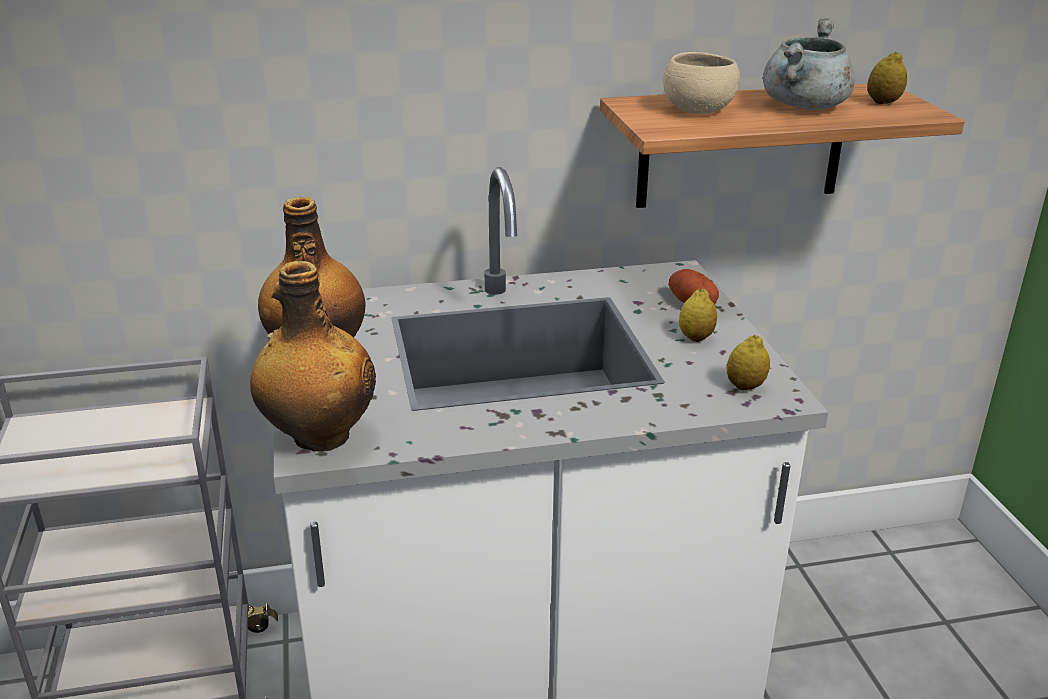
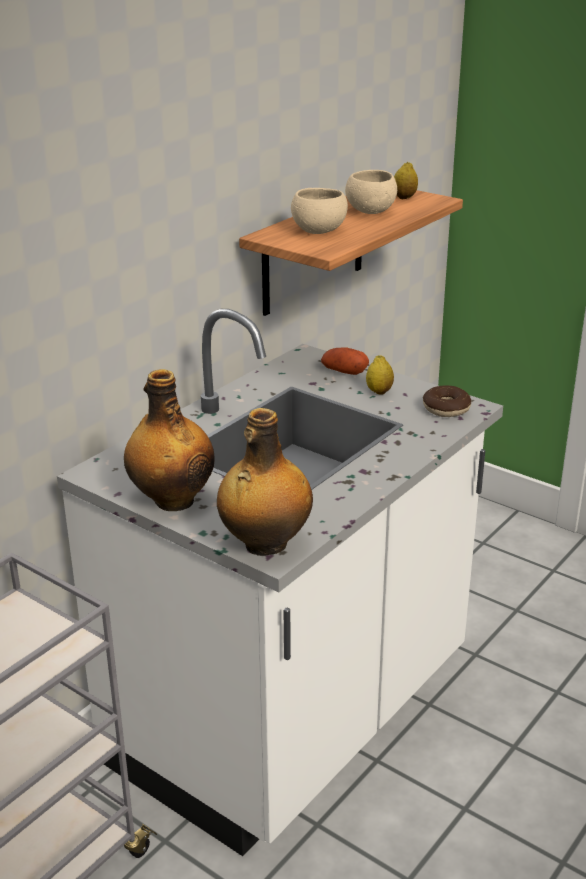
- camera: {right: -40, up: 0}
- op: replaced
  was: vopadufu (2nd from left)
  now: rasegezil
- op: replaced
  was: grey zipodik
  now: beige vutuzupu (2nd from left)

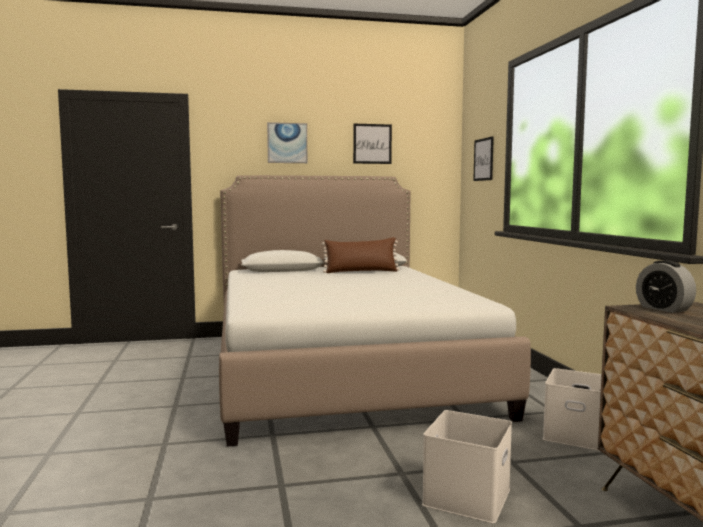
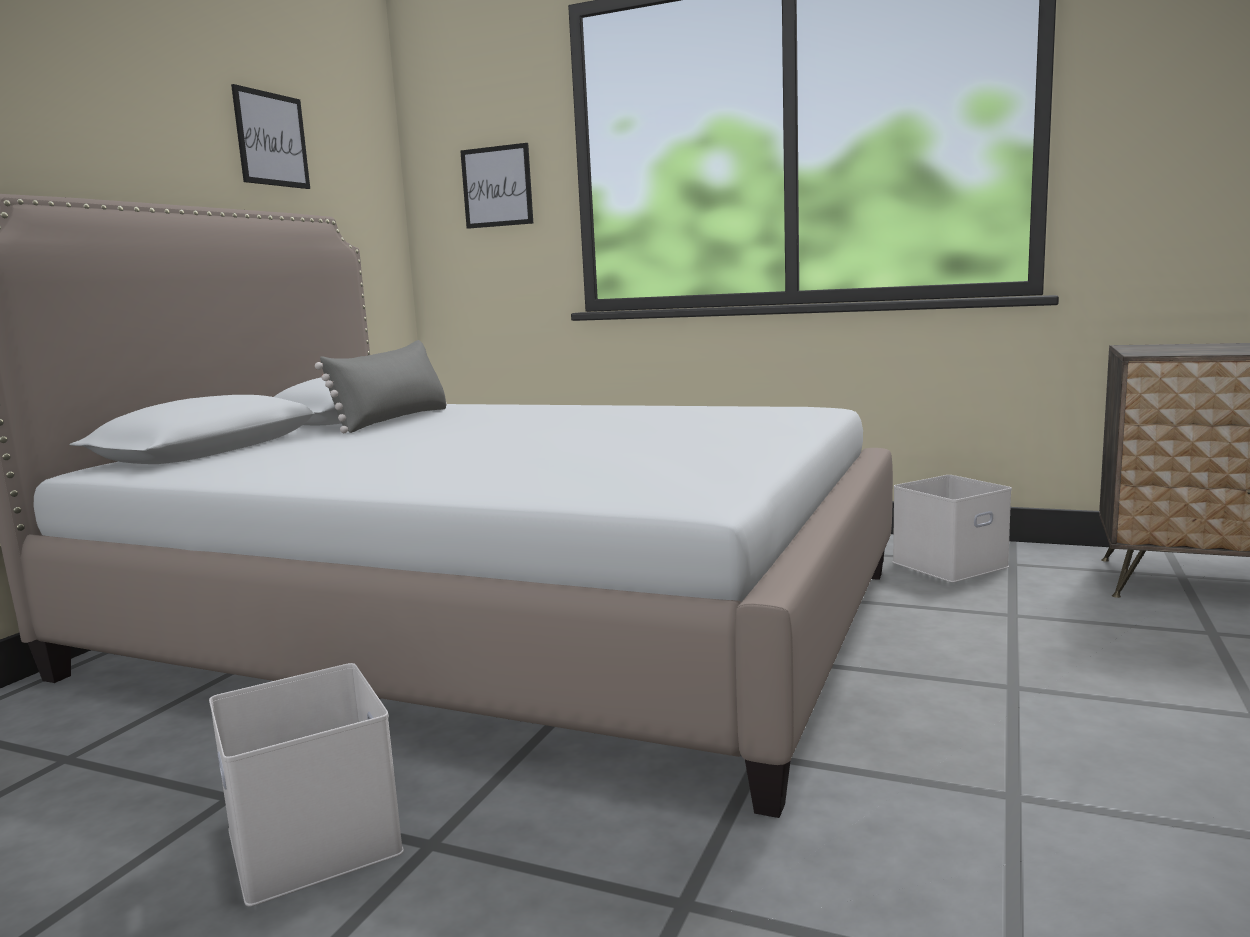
- camera: {right: -55, up: 5}
- op: removed
  was: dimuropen (1st from left)
- op: recoloured
  was: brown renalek
  now: grey renalek
- op: moved
  was: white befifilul (1st from left)
- op: removed
  was: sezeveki

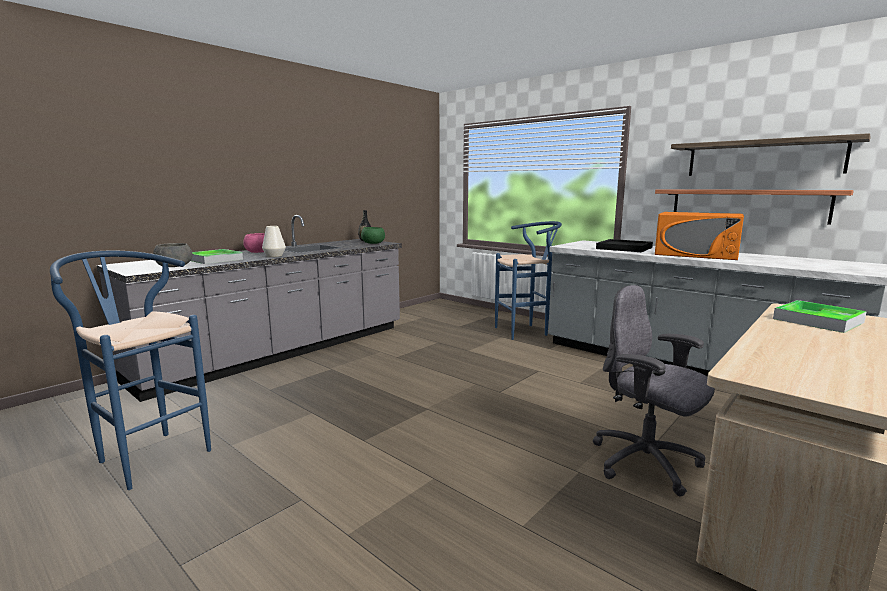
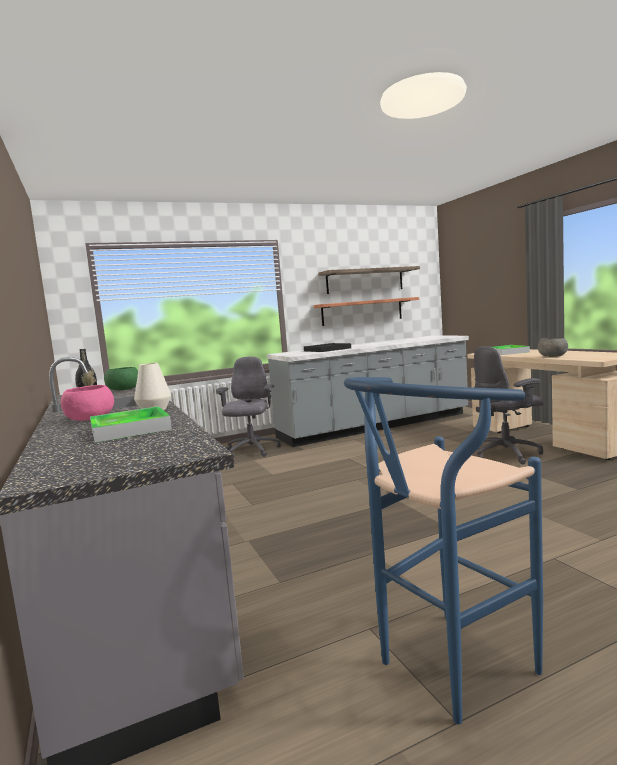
- camera: {right: -65, up: -5}
- op: moved
  was: grey vutuzupu
- op: replaced
  was: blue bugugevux (2nd from left)
  now: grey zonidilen (1st from left)
- op: removed
  was: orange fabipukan

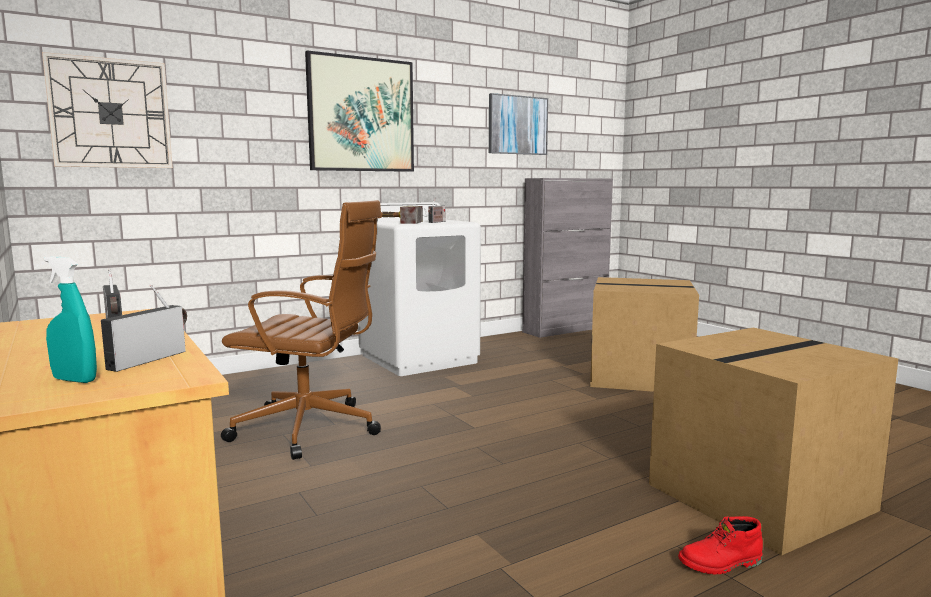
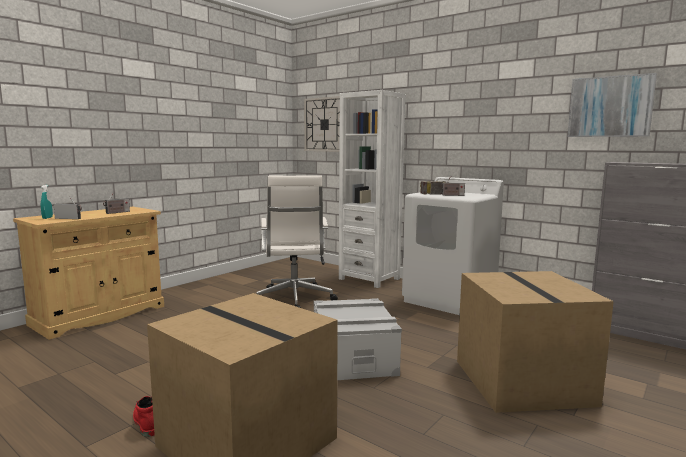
- camera: {right: 70, up: 0}
- op: recoloured
  was: brown zonidilen
  now: white zonidilen
- op: removed
  was: dimuropen (1st from left)
- op: added
  now: grey befifilul
- op: added
  now: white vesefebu

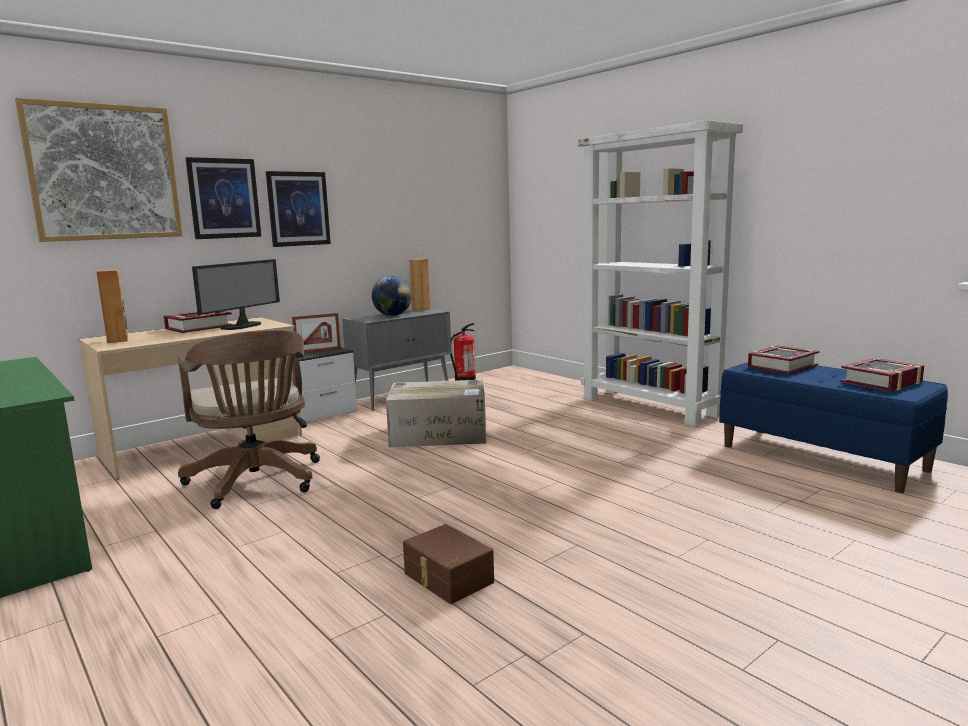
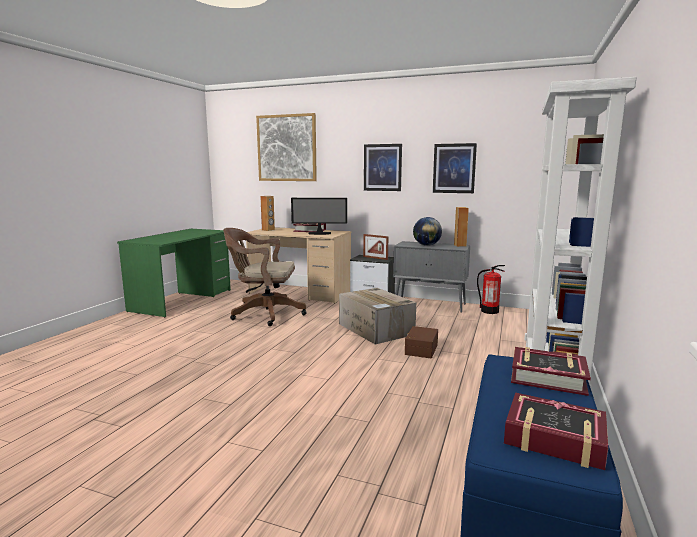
- camera: {right: 60, up: 0}
- op: turned
  was: brown zonidilen
  clockwise: 60
- op: moved
  was: dimuropen (2nd from left in the first image)
  now: dimuropen (3rd from left)
- op: moved
  was: brown befifilul

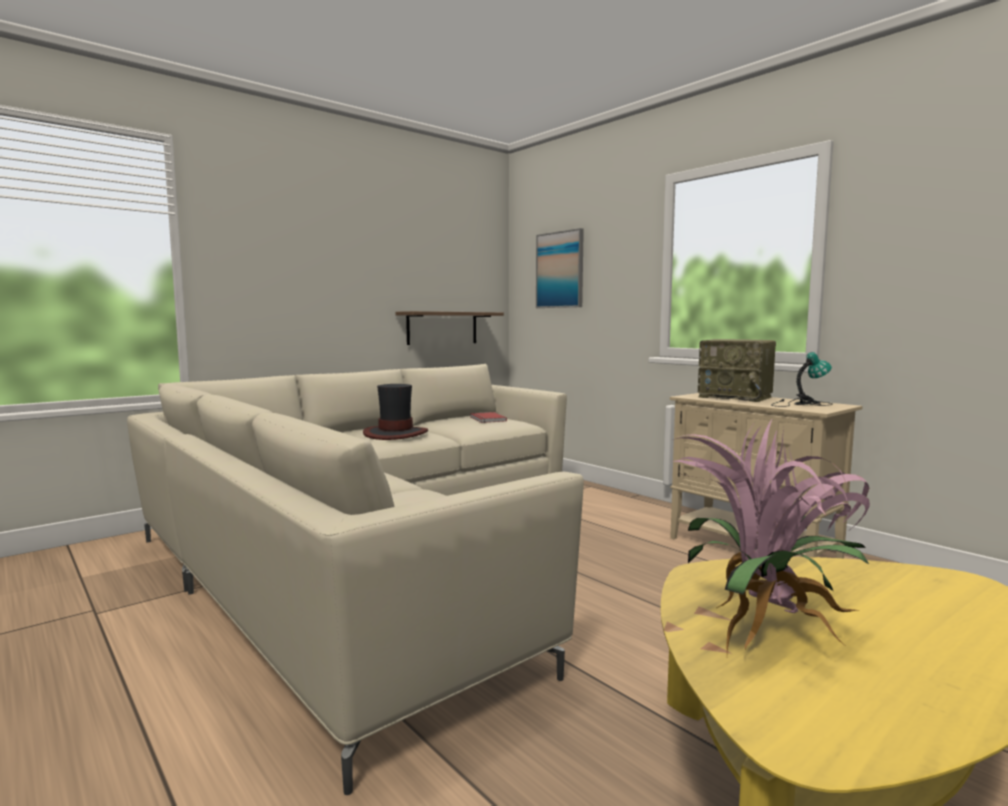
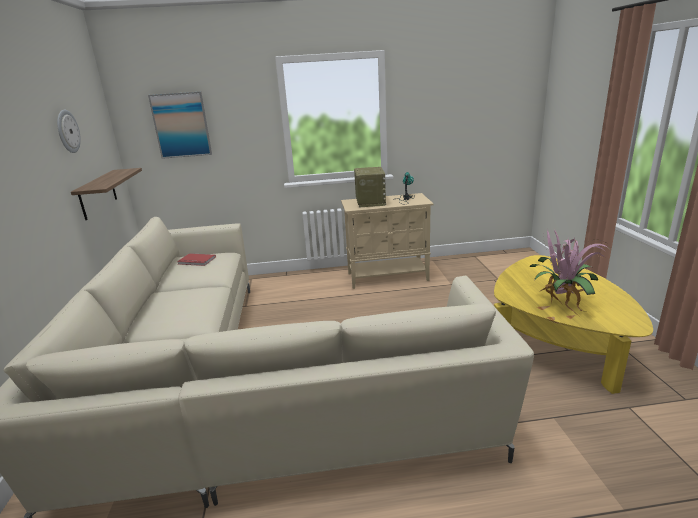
- camera: {right: -55, up: 15}
- op: removed
  was: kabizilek
- op: turned
  was: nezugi
  clockwise: -75
- op: added
  now: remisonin

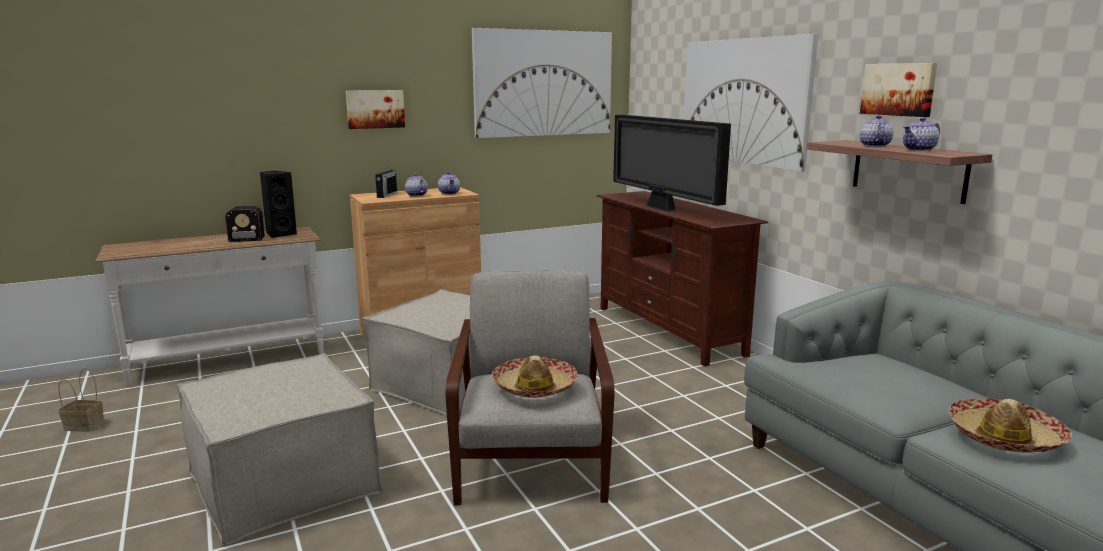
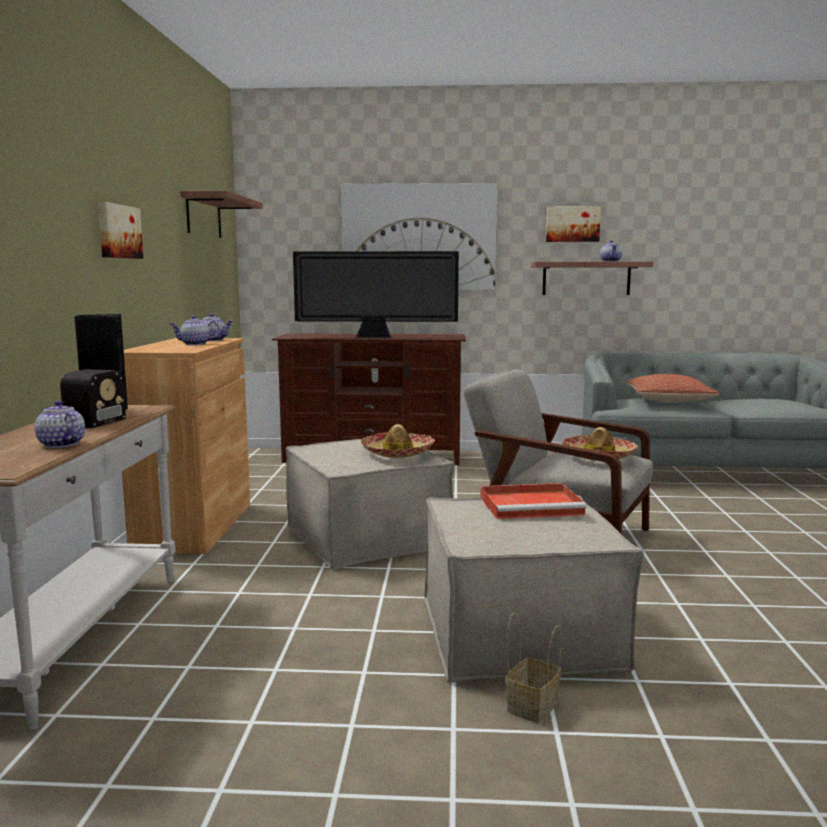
- camera: {right: -60, up: -5}
- op: moved
  was: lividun
- op: removed
  was: nezugi (2nd from left)
- op: replaced
  was: dimuropen (2nd from left)
  now: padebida (1st from left)
- op: moved
  was: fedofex (3rd from left in the first image)
  now: fedofex (1st from left)
- op: moved
  was: kabizilek (2nd from left in the first image)
  now: kabizilek (1st from left)
- op: added
  now: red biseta
- op: added
  now: renalek

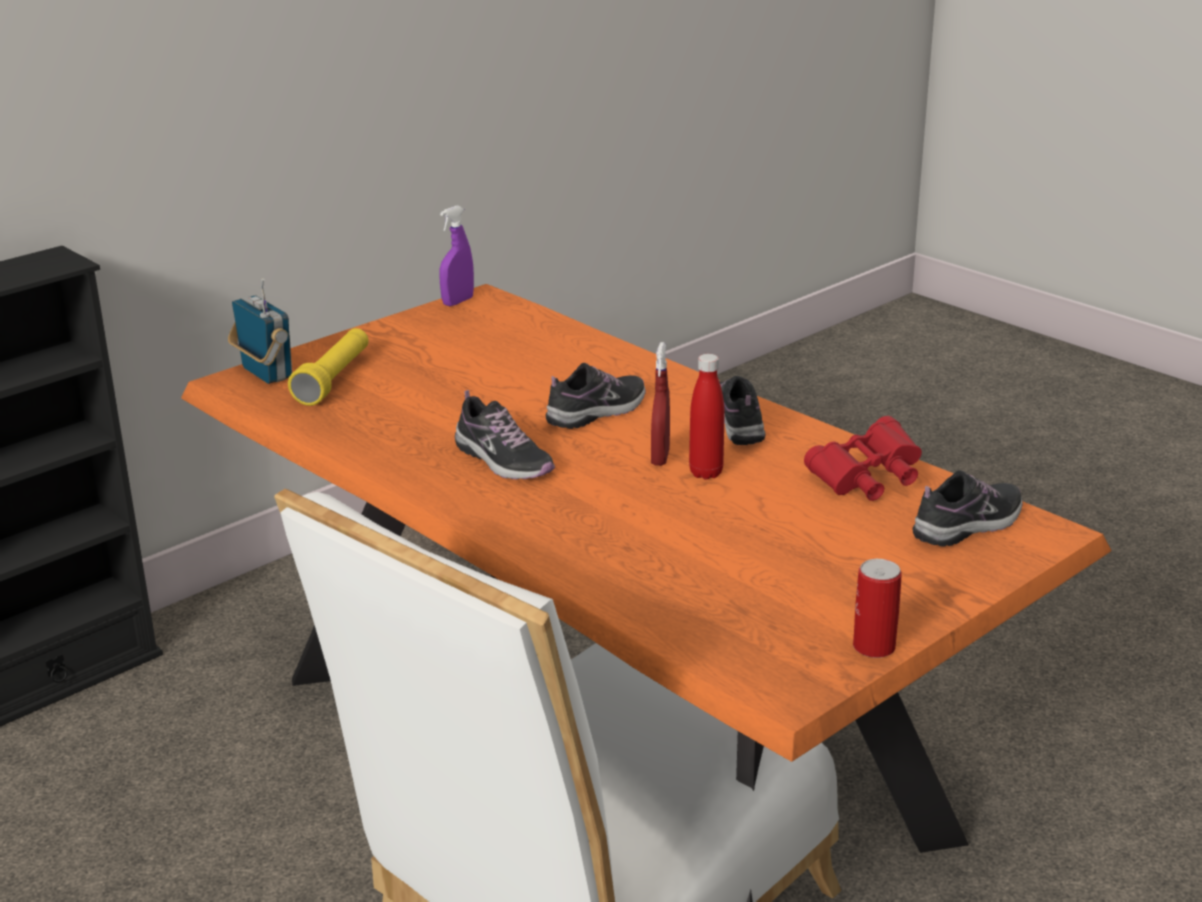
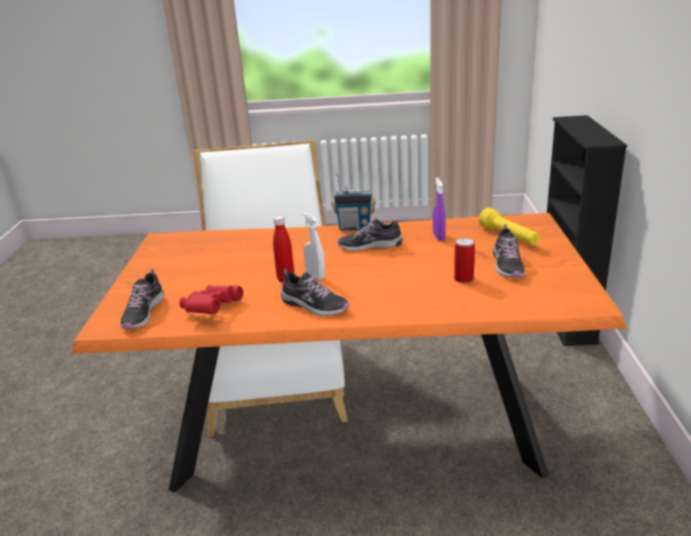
- camera: {right: 135, up: 0}
- op: moved
  was: nezugi
- op: moved
  was: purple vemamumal
- op: moved
  was: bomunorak (2nd from left in the first image)
  now: bomunorak (4th from left)
- op: recoloured
  was: red vemamumal
  now: white vemamumal
- op: moved
  was: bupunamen

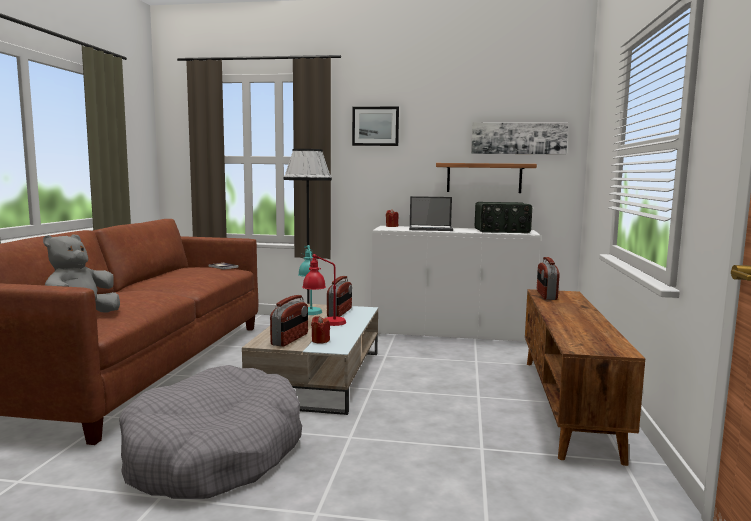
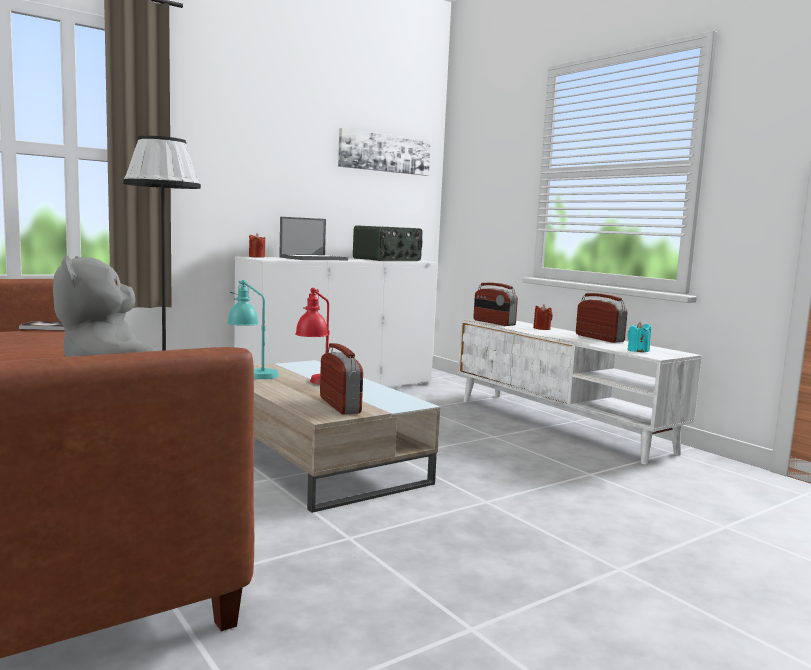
- camera: {right: -45, up: 0}
- op: removed
  was: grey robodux
- op: moved
  was: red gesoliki (1st from left in the first image)
  now: red gesoliki (2nd from left)
- op: moved
  was: nezugi (2nd from left in the first image)
  now: nezugi (4th from left)
- op: removed
  was: dimuropen (1st from left)
- op: removed
  was: padebida
- op: recoloured
  was: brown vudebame
  now: white vudebame
- op: added
  now: turquoise gesoliki

